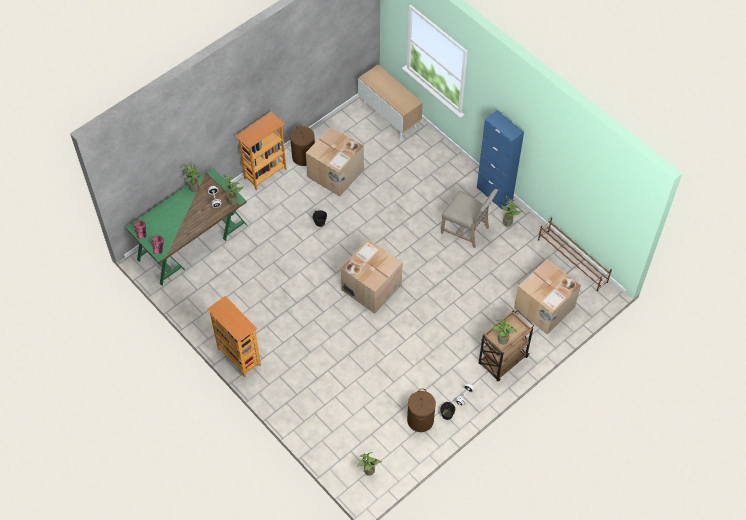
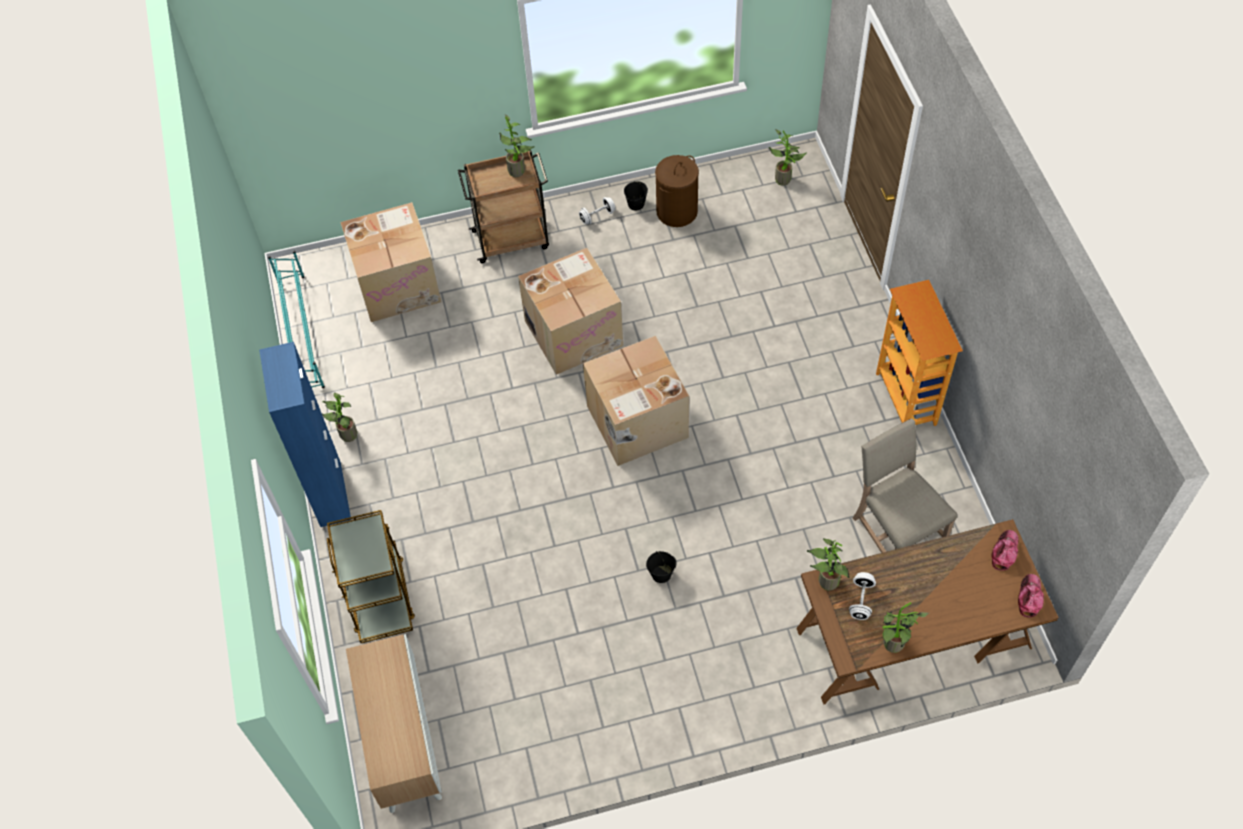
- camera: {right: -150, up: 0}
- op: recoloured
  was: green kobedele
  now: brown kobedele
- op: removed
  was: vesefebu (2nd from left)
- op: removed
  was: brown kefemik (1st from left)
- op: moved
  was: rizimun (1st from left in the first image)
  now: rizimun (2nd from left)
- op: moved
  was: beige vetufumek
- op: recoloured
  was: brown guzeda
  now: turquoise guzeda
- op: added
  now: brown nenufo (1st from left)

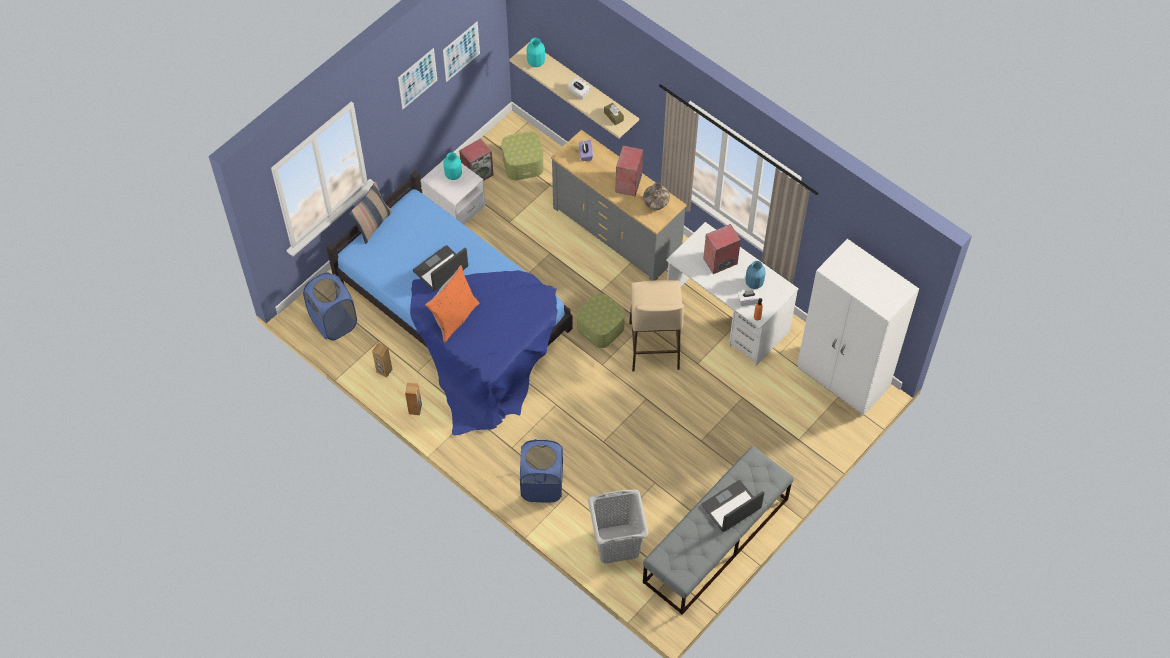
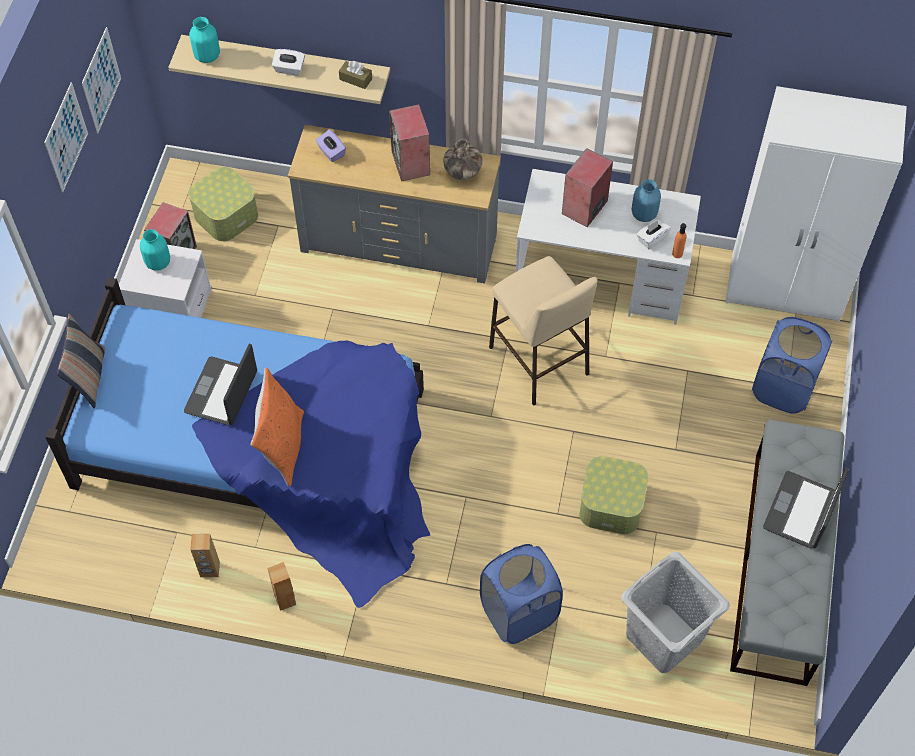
- camera: {right: -30, up: 0}
- op: moved
  was: blue kefemik (1st from left in the first image)
  now: blue kefemik (2nd from left)
- op: moved
  was: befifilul (2nd from left)

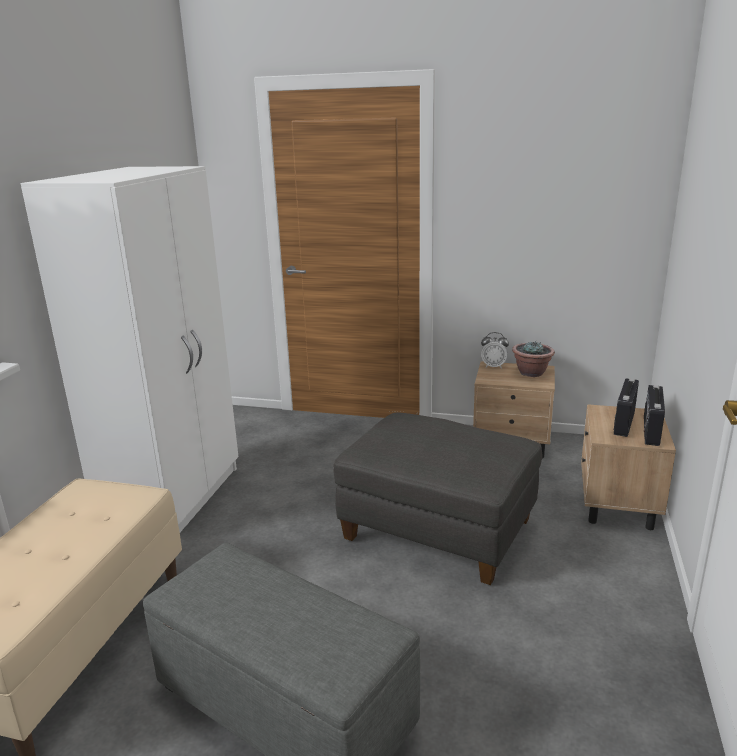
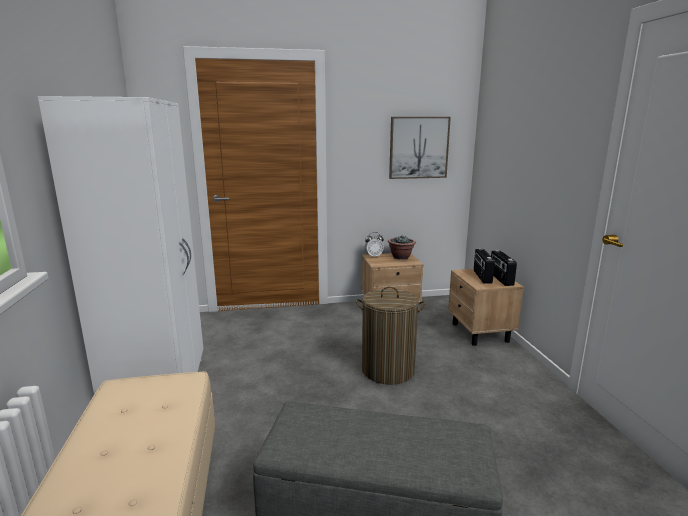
- camera: {right: -25, up: -5}
- op: replaced
  was: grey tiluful (2nd from left)
  now: kefemik
- op: added
  now: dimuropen

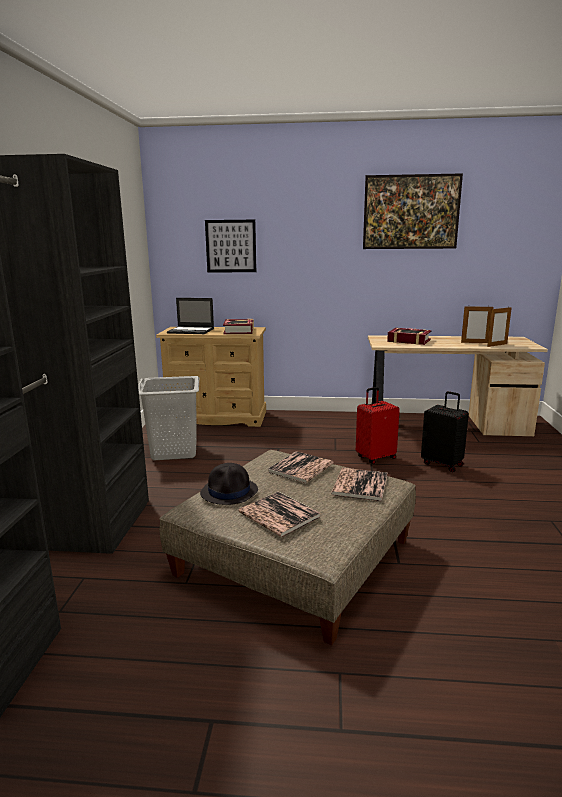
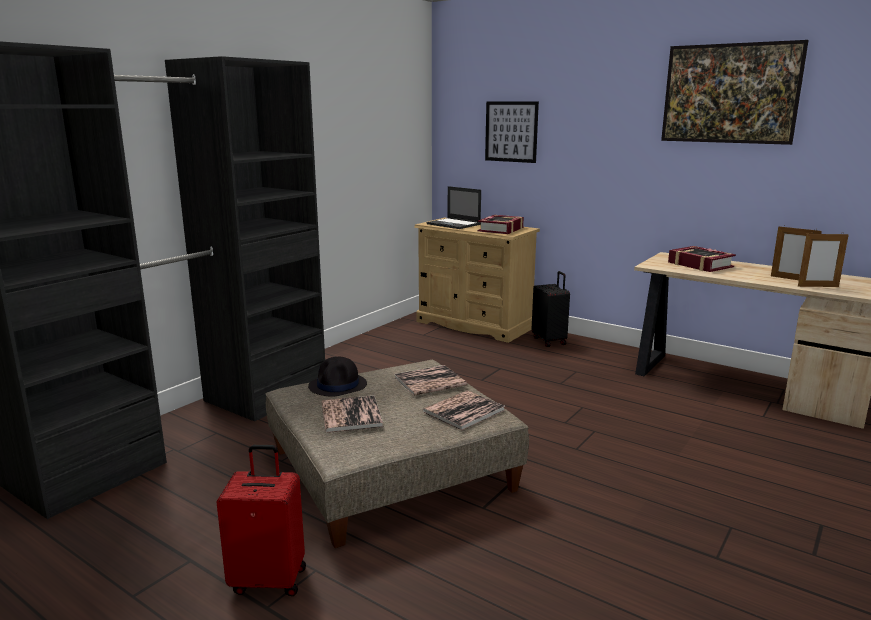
- camera: {right: 30, up: 0}
- op: removed
  was: grey kefemik
- op: moved
  was: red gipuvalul
- op: moved
  was: black gipuvalul

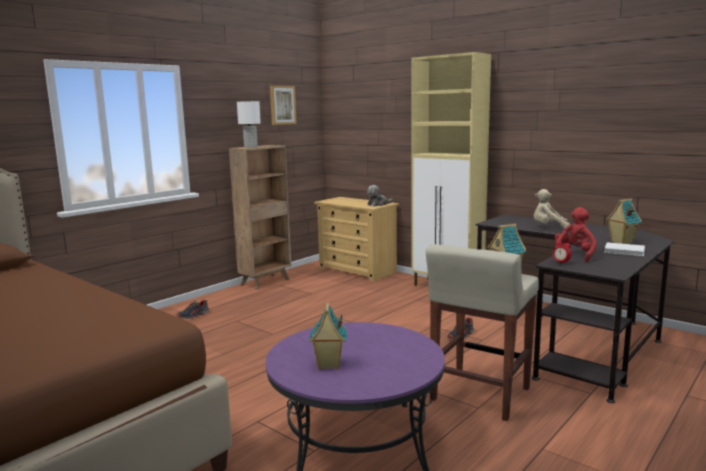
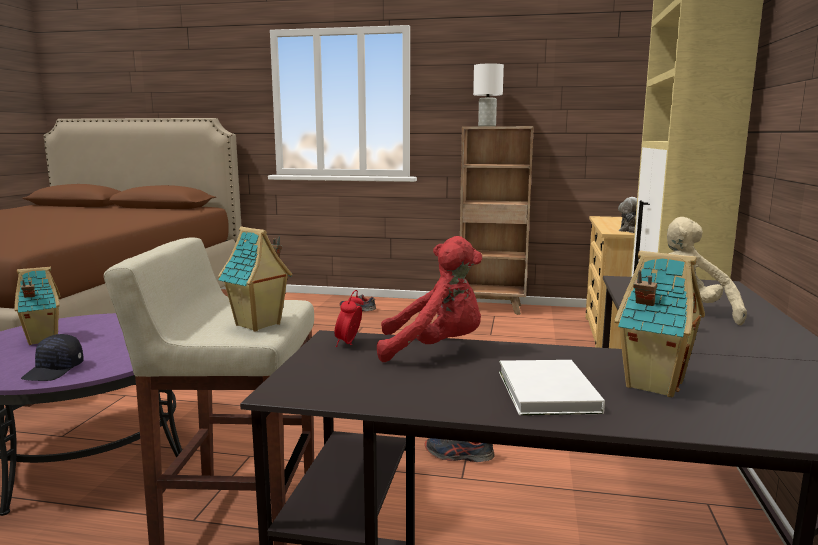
- camera: {right: 60, up: 0}
- op: removed
  was: dimuropen
- op: added
  now: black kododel

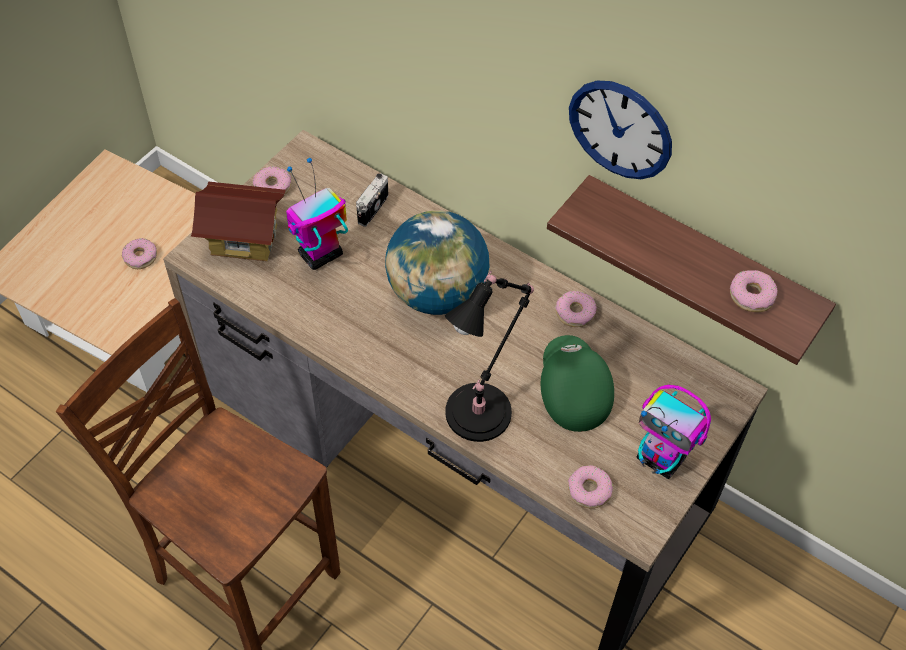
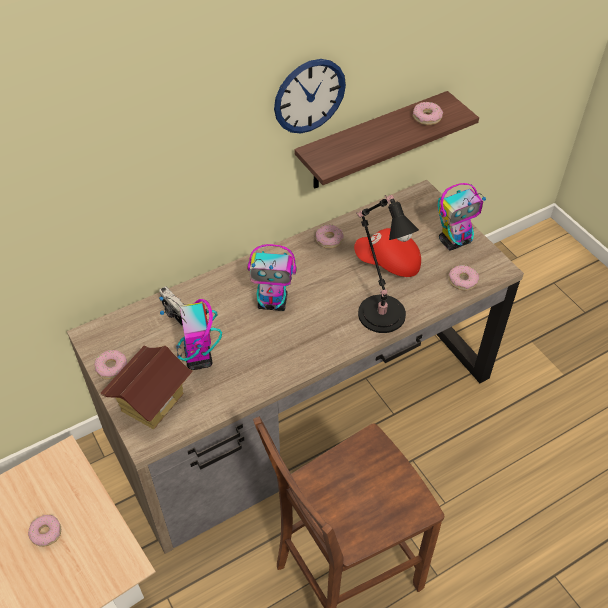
- camera: {right: -65, up: -5}
- op: replaced
  was: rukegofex
  now: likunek (2nd from left)
- op: recoloured
  was: green kododel
  now: red kododel

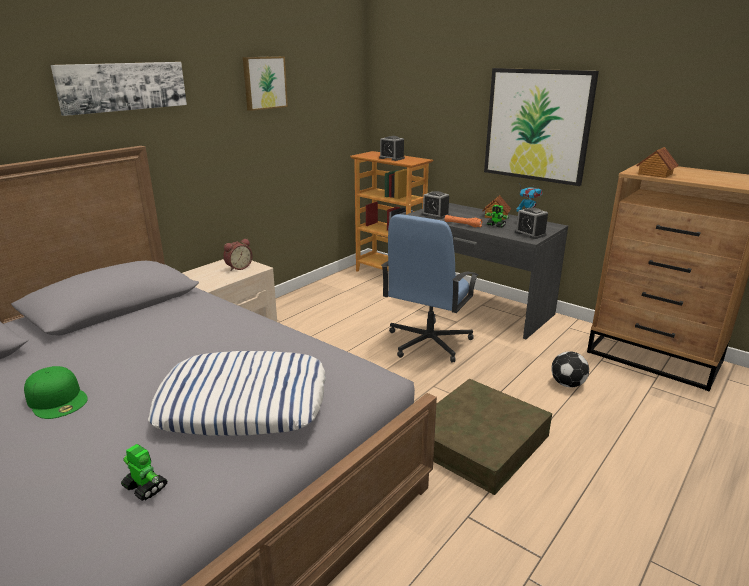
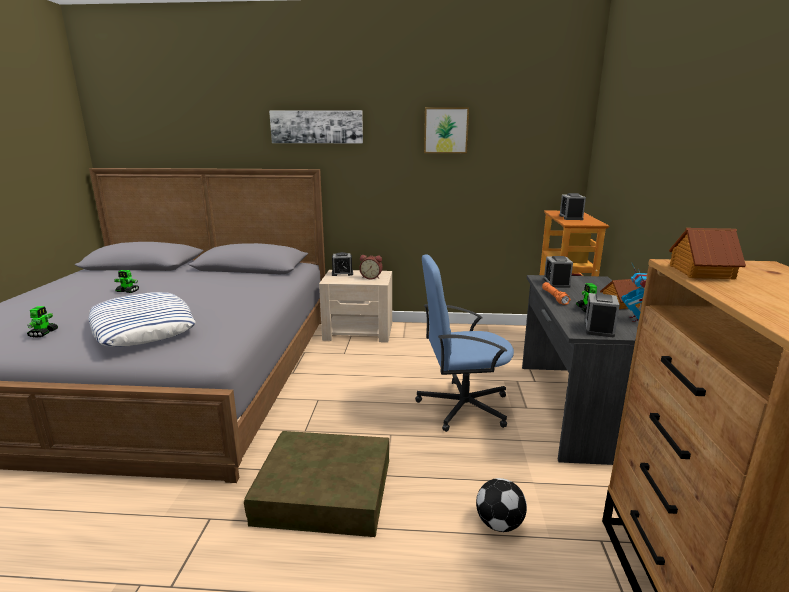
- camera: {right: 55, up: -5}
- op: replaced
  was: green kododel
  now: likunek (2nd from left)
- op: removed
  was: dimuropen (3rd from left)
- op: added
  now: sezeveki (1st from left)

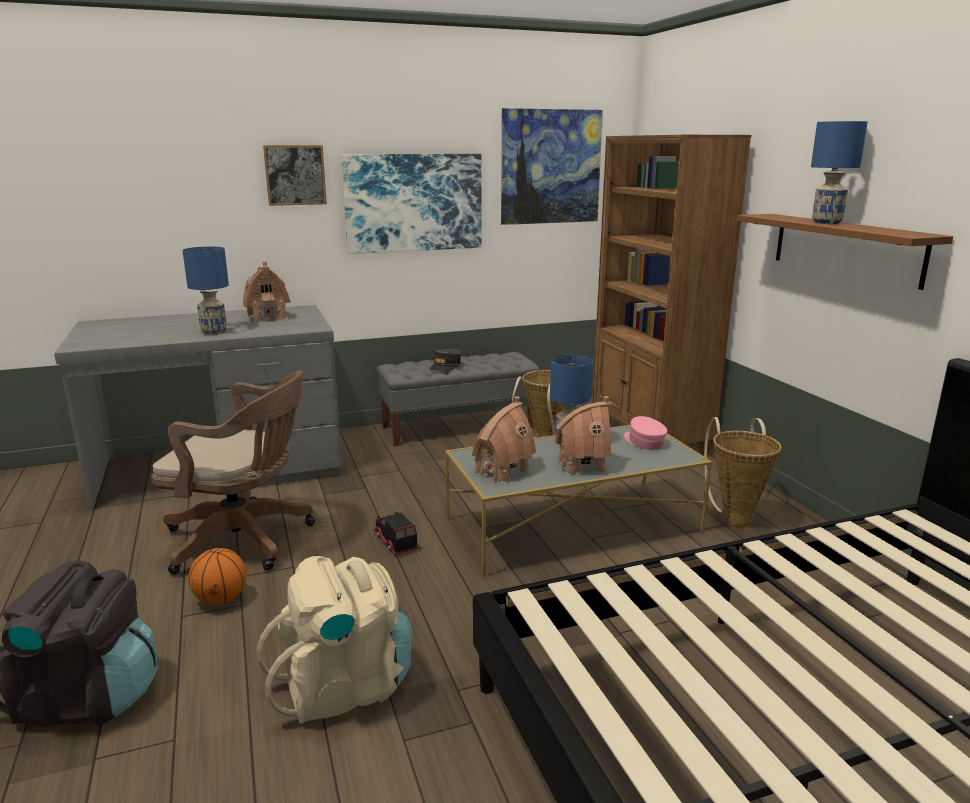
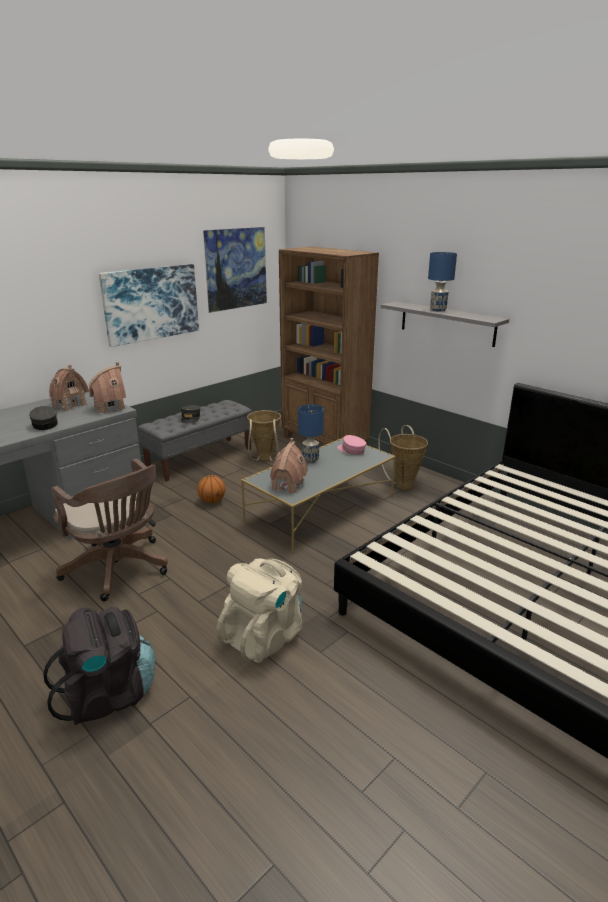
- camera: {right: -25, up: 5}
- op: turned
  was: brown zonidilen
  clockwise: 60
- op: replaced
  was: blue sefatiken (1st from left)
  now: grey kododel (1st from left)
- op: moved
  was: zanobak
- op: removed
  was: dimuropen (1st from left)
- op: removed
  was: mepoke
- op: moved
  was: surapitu (3rd from left in the first image)
  now: surapitu (2nd from left)
- op: recoloured
  was: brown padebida
  now: grey padebida

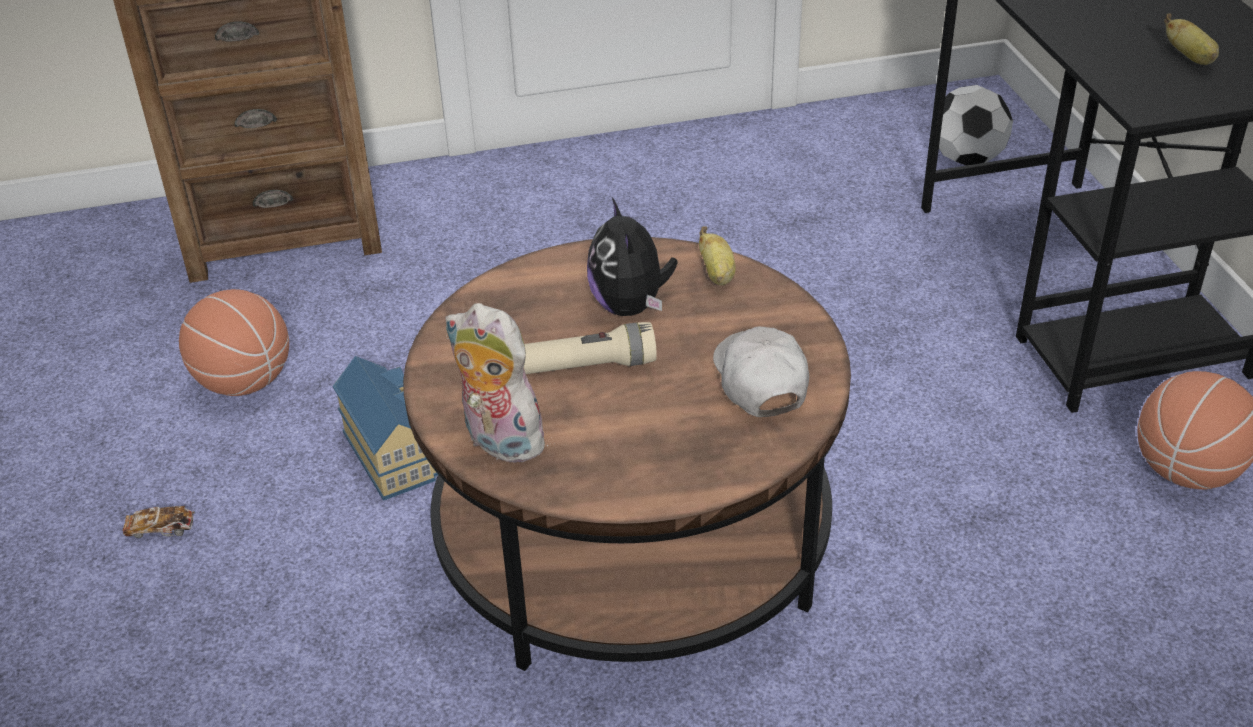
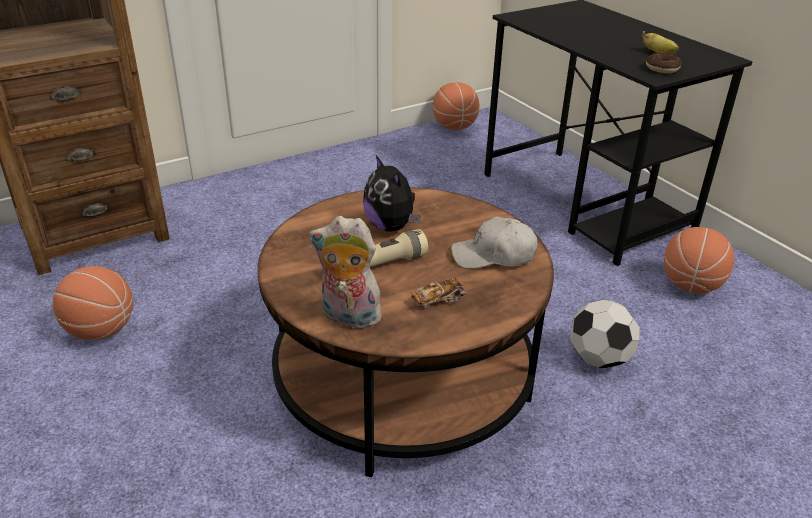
- camera: {right: -20, up: -5}
- op: moved
  was: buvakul
- op: removed
  was: surapitu
- op: removed
  was: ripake (1st from left)
- op: turned
  was: white kododel
  clockwise: -60
- op: moved
  was: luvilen
- op: added
  now: zanobak (2nd from left)
- op: added
  now: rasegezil

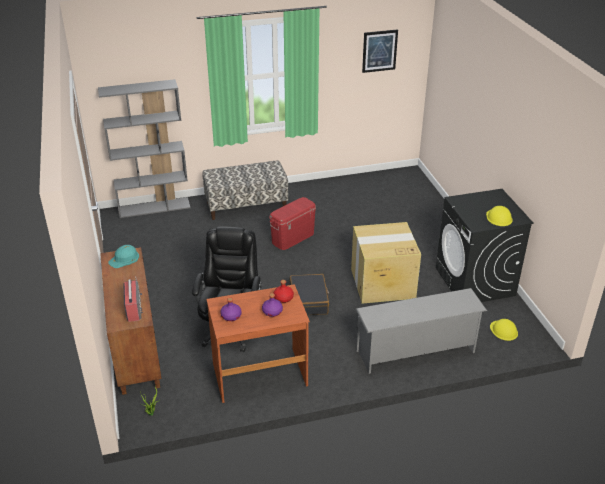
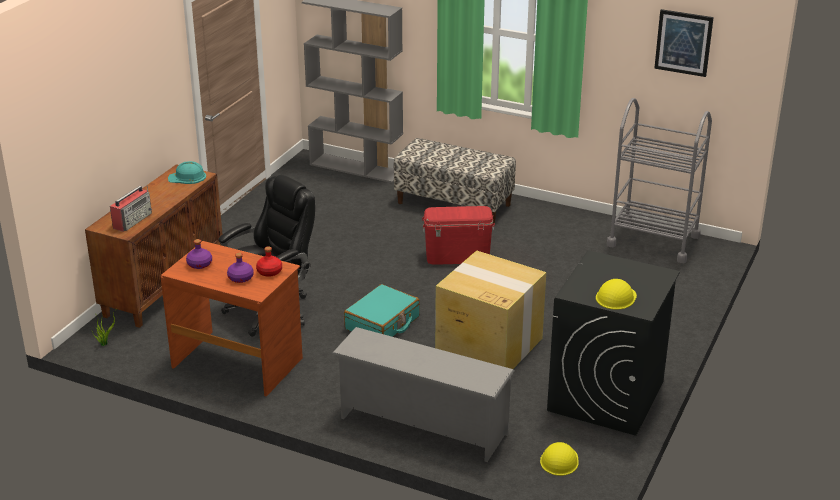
- camera: {right: 40, up: -5}
- op: recoloured
  was: black gipuvalul
  now: turquoise gipuvalul
- op: added
  now: grey nenufo

